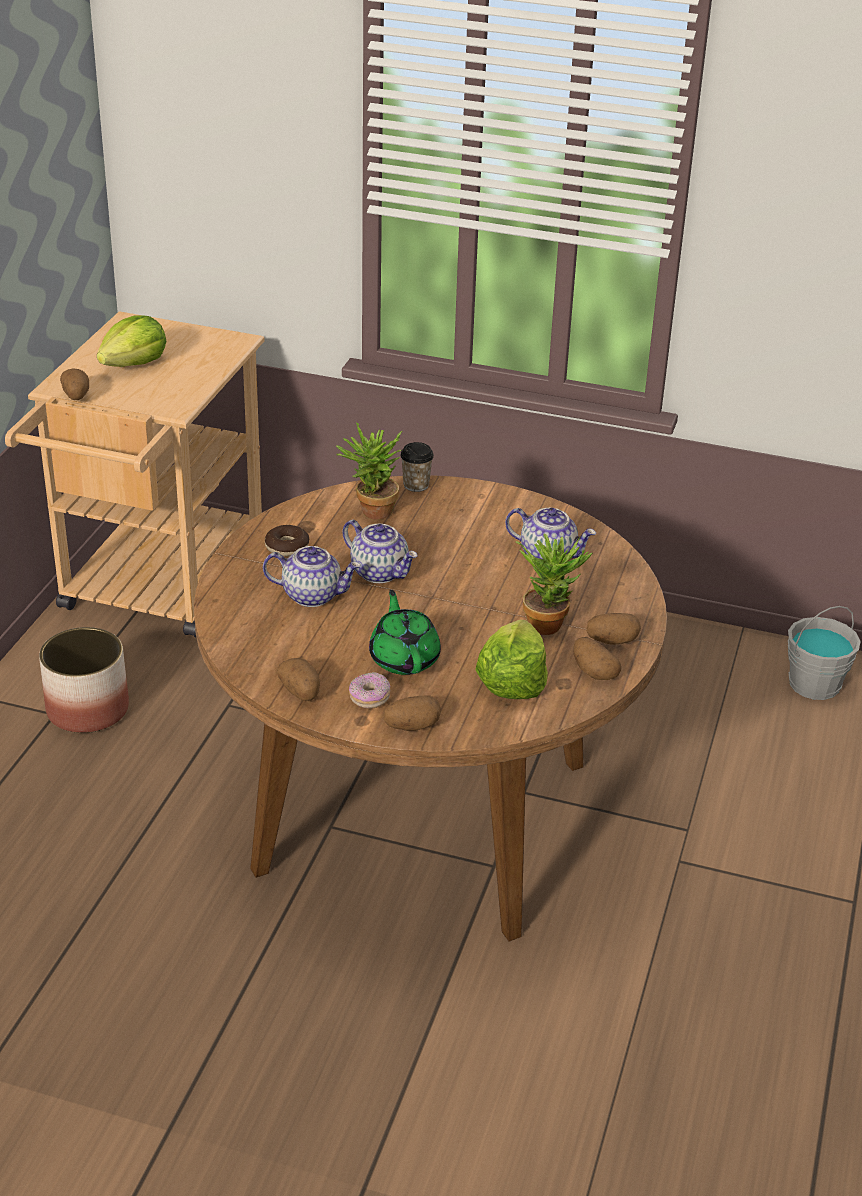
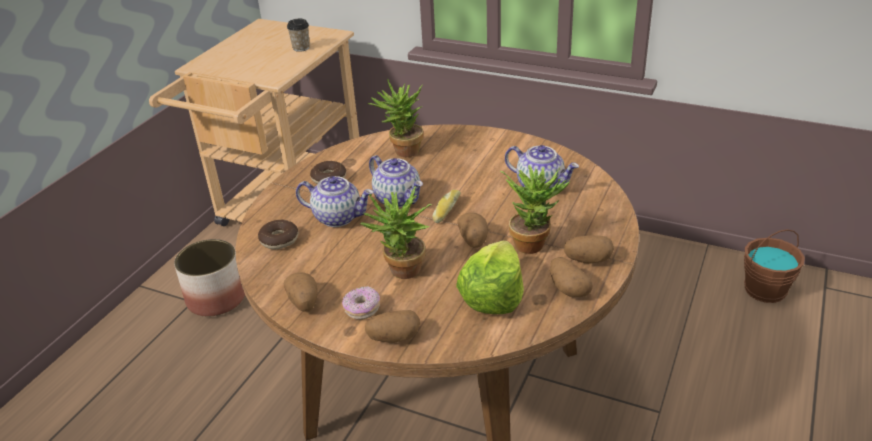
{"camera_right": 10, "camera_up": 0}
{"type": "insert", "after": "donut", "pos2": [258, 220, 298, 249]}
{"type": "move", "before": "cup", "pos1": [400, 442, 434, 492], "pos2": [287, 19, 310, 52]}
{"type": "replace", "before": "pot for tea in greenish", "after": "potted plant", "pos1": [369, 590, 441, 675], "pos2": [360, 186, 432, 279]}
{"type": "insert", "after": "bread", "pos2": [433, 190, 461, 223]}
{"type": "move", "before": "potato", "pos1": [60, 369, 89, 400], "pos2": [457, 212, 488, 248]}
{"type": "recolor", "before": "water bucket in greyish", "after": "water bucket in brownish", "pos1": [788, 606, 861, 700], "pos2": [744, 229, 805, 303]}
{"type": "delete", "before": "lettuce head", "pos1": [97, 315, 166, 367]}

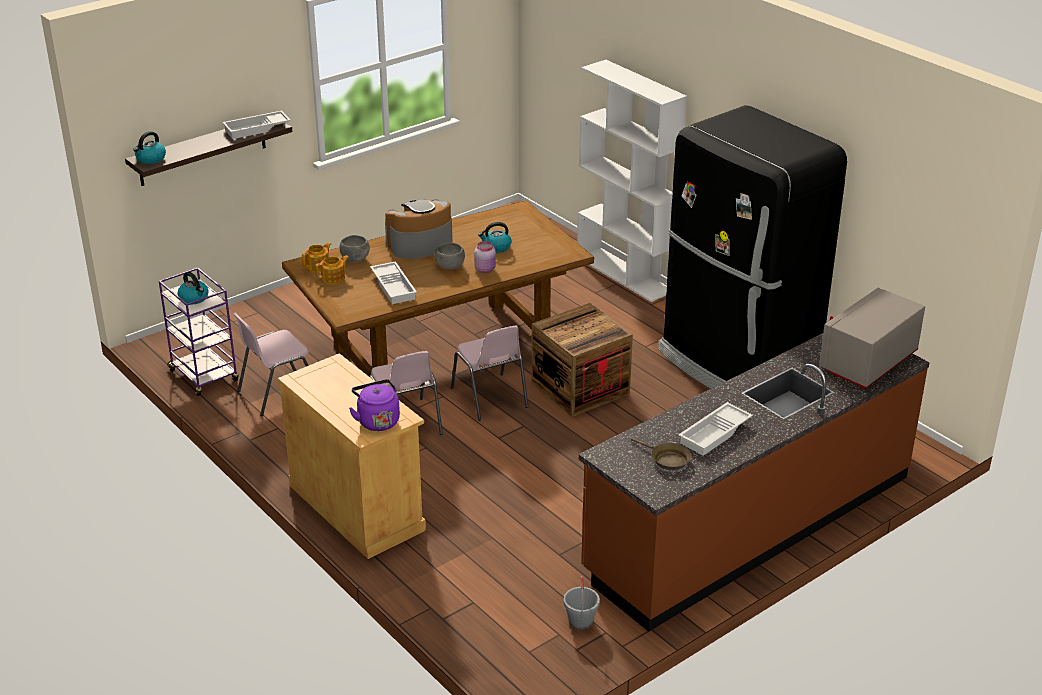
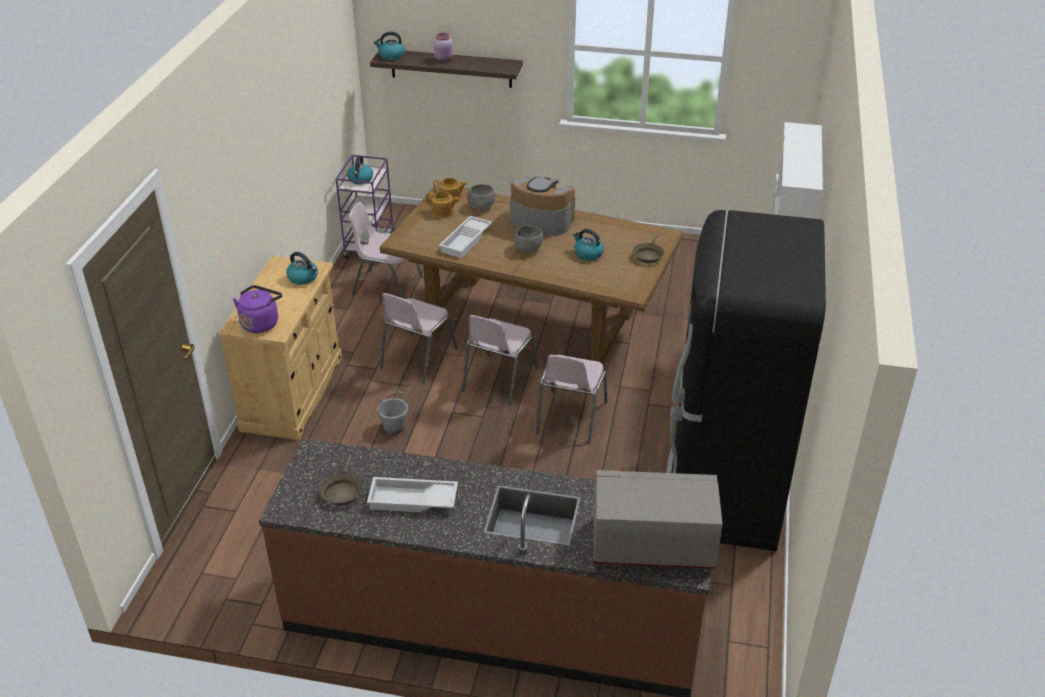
{"camera_right": 50, "camera_up": 5}
{"type": "insert", "after": "kettle", "pos2": [286, 252, 318, 285]}
{"type": "move", "before": "water bucket in greyish", "pos1": [563, 576, 600, 630], "pos2": [377, 391, 408, 434]}
{"type": "move", "before": "storage jar in pink-coloured", "pos1": [474, 241, 496, 273], "pos2": [434, 33, 453, 62]}
{"type": "replace", "before": "crate", "after": "upright chair in pink-coloured", "pos1": [531, 303, 633, 417], "pos2": [536, 355, 607, 444]}
{"type": "insert", "after": "pan in brownish", "pos2": [633, 234, 664, 263]}
{"type": "delete", "before": "tray in white-coloured", "pos1": [223, 111, 291, 139]}

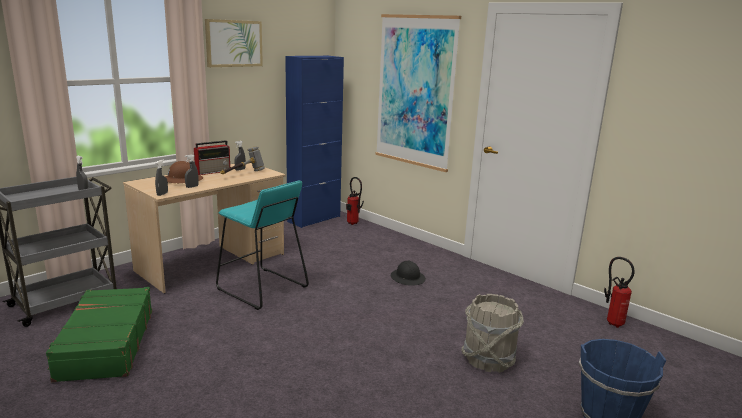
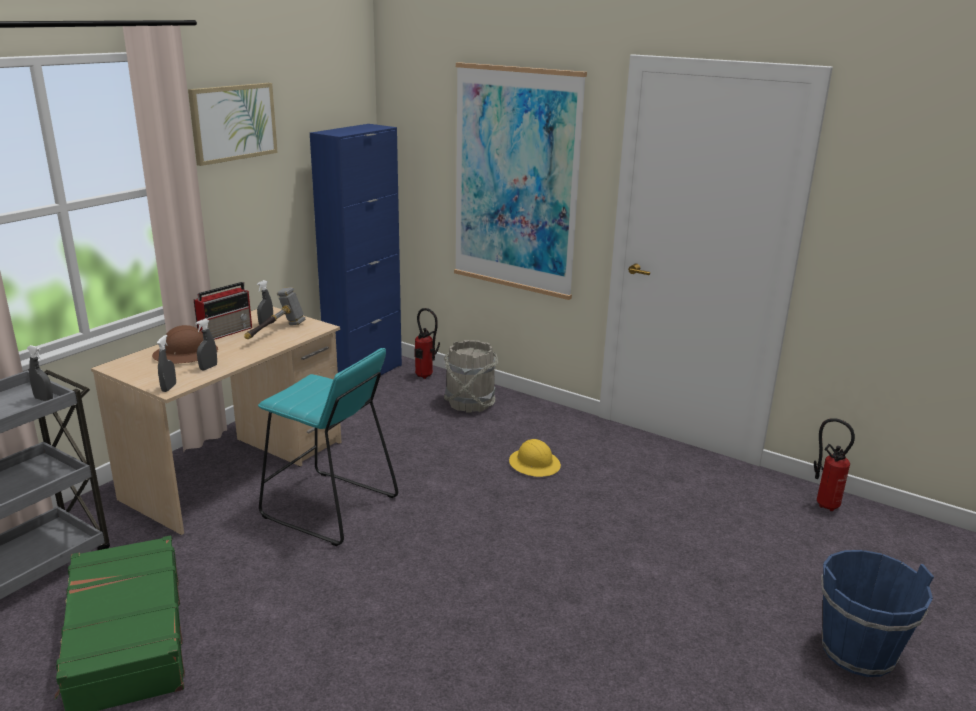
{"camera_right": -10, "camera_up": 5}
{"type": "move", "before": "water bucket in greyish", "pos1": [461, 294, 524, 373], "pos2": [444, 340, 498, 412]}
{"type": "recolor", "before": "work helmet in black-coloured", "after": "work helmet in yellowish", "pos1": [391, 261, 426, 286], "pos2": [509, 439, 561, 477]}

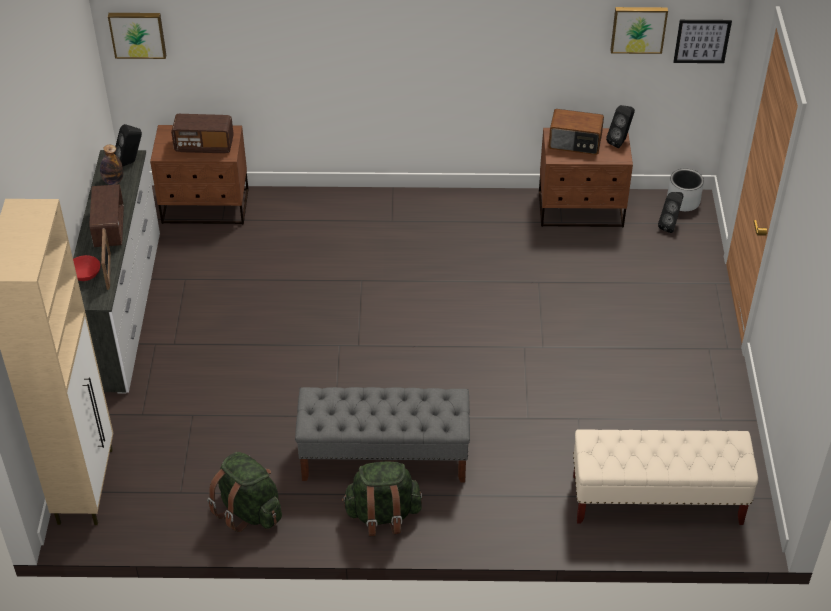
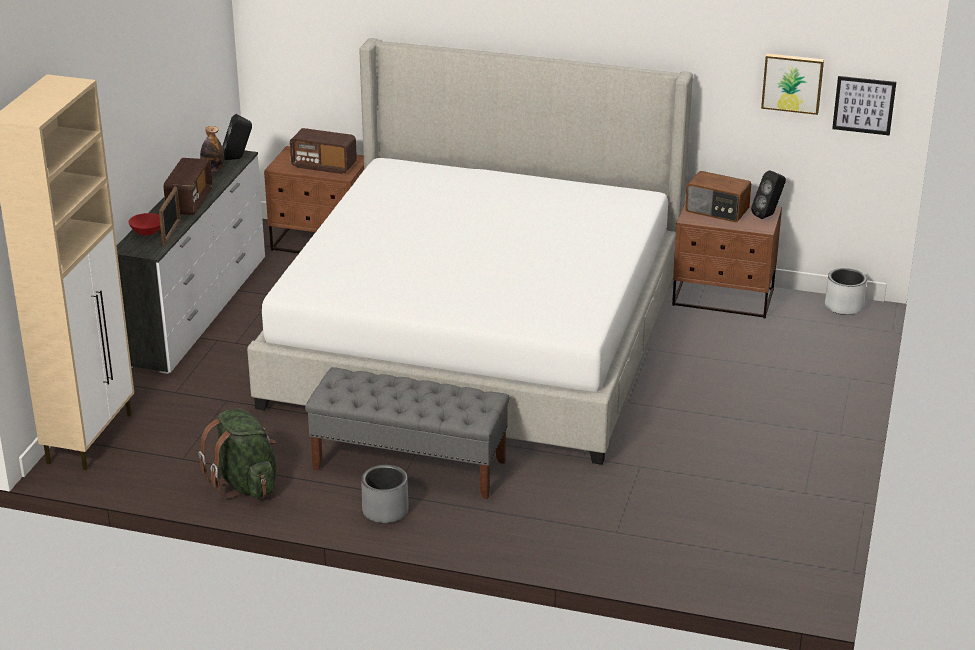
{"camera_right": 15, "camera_up": -15}
{"type": "insert", "after": "sleeping bed", "pos2": [247, 38, 693, 465]}
{"type": "replace", "before": "rucksack in greenish", "after": "plant pot in greyish", "pos1": [342, 462, 422, 536], "pos2": [361, 465, 409, 523]}
{"type": "delete", "before": "wall picture", "pos1": [108, 13, 166, 59]}
{"type": "delete", "before": "long seat in sand-coloured", "pos1": [573, 429, 758, 525]}
{"type": "delete", "before": "loudspeaker in black-coloured", "pos1": [658, 192, 683, 233]}

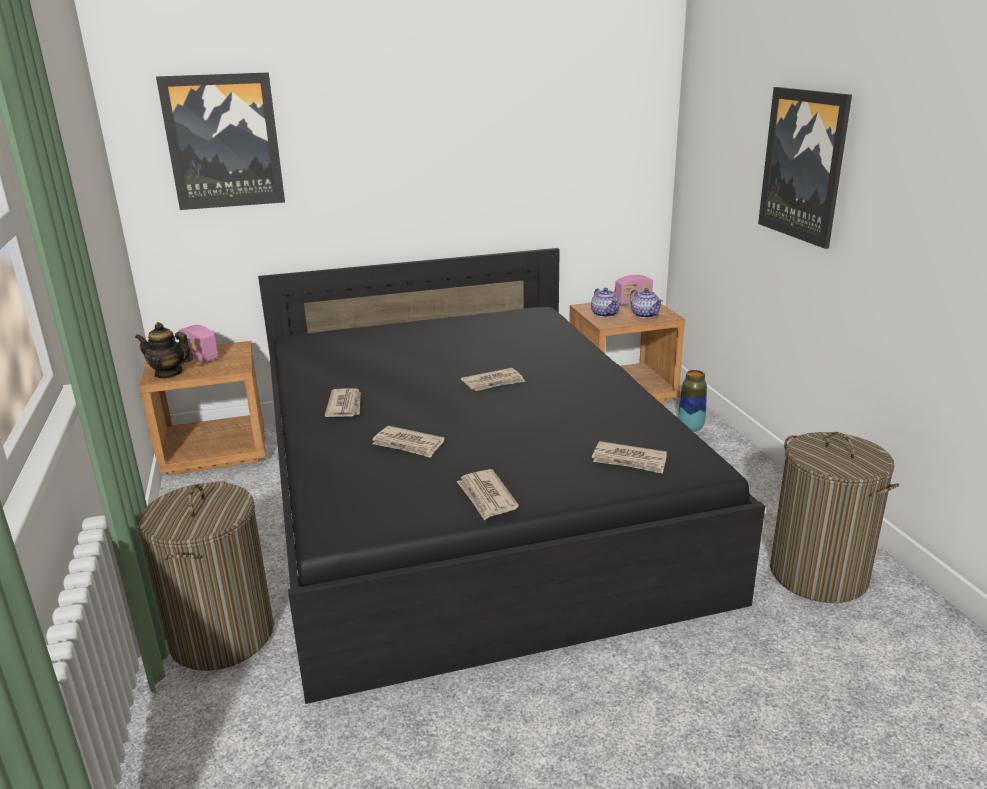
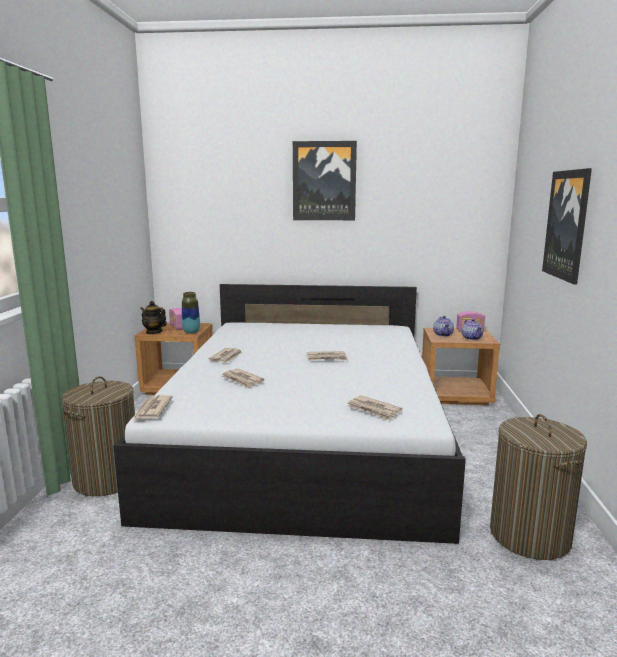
{"camera_right": 20, "camera_up": -10}
{"type": "recolor", "before": "sleeping bed in black-coloured", "after": "sleeping bed in white-coloured", "pos1": [258, 248, 765, 704], "pos2": [113, 284, 466, 544]}
{"type": "move", "before": "newspaper", "pos1": [457, 469, 519, 520], "pos2": [133, 395, 173, 421]}
{"type": "move", "before": "vase", "pos1": [678, 370, 707, 432], "pos2": [182, 292, 200, 334]}
{"type": "move", "before": "wall picture", "pos1": [156, 72, 285, 210], "pos2": [293, 141, 357, 220]}

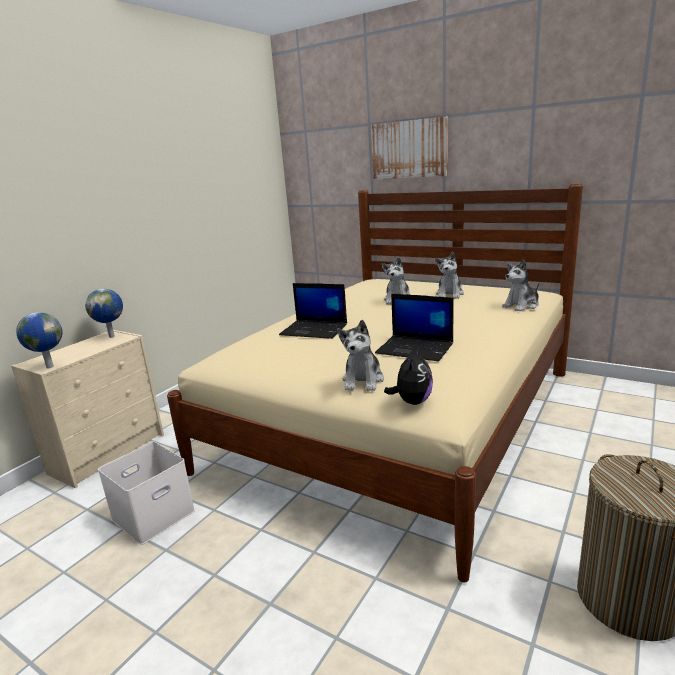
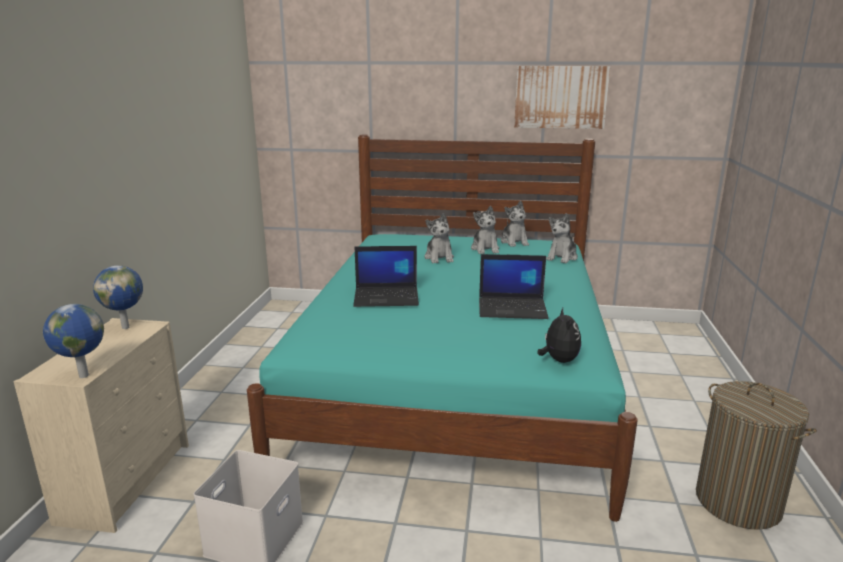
{"camera_right": -25, "camera_up": 0}
{"type": "recolor", "before": "sleeping bed in sand-coloured", "after": "sleeping bed in turquoise-coloured", "pos1": [167, 183, 583, 583], "pos2": [247, 135, 638, 522]}
{"type": "move", "before": "plush toy", "pos1": [337, 320, 384, 391], "pos2": [501, 201, 529, 247]}
{"type": "move", "before": "wall picture", "pos1": [371, 117, 448, 179], "pos2": [514, 66, 610, 129]}

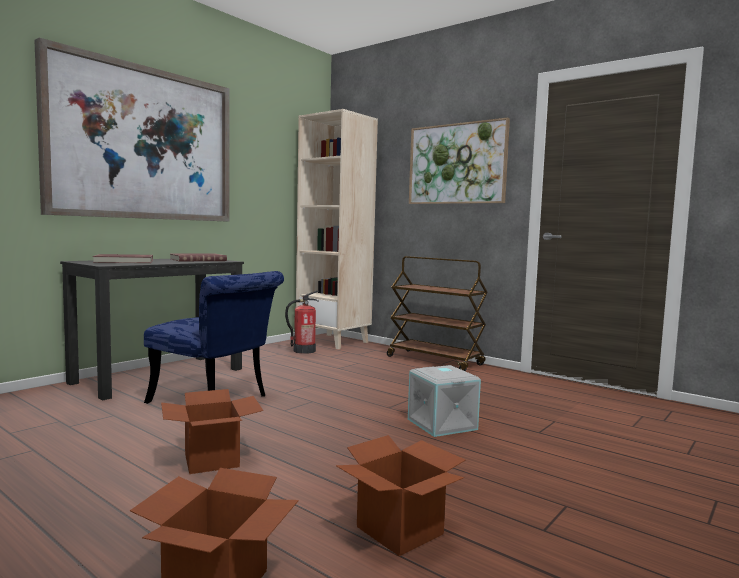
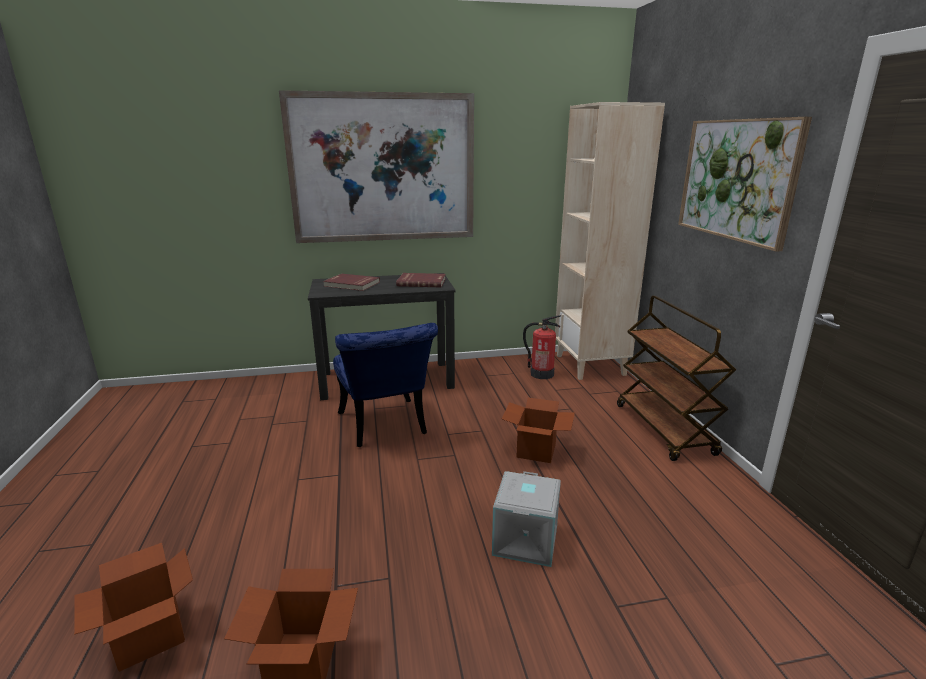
{"camera_right": 40, "camera_up": 15}
{"type": "move", "before": "packing box", "pos1": [161, 389, 263, 474], "pos2": [502, 397, 575, 463]}

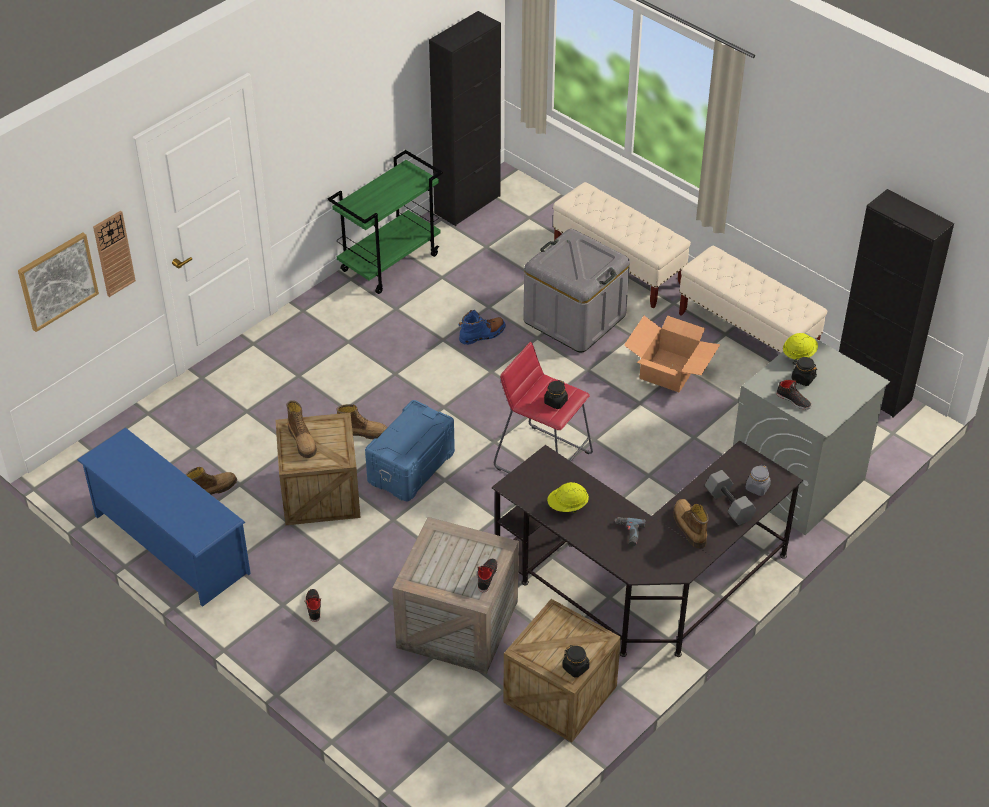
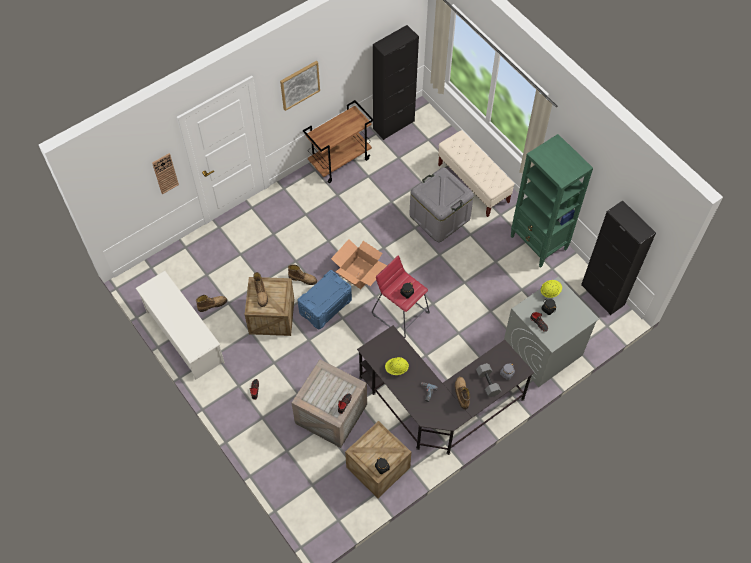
{"camera_right": 10, "camera_up": 15}
{"type": "recolor", "before": "shoe rack in bluish", "after": "shoe rack in white-coloured", "pos1": [77, 427, 251, 607], "pos2": [135, 271, 225, 380]}
{"type": "move", "before": "wall picture", "pos1": [18, 232, 99, 332], "pos2": [280, 61, 320, 111]}
{"type": "recolor", "before": "wheeled cart in greenish", "after": "wheeled cart in brownish", "pos1": [328, 150, 443, 294], "pos2": [303, 100, 374, 183]}
{"type": "move", "before": "packing box", "pos1": [624, 315, 720, 393], "pos2": [331, 239, 387, 289]}
{"type": "replace", "before": "long seat in sand-coloured", "after": "bookshelf in greenish", "pos1": [679, 246, 827, 353], "pos2": [511, 134, 593, 268]}
{"type": "delete", "before": "high-top boot in bluish", "pos1": [458, 310, 506, 345]}

